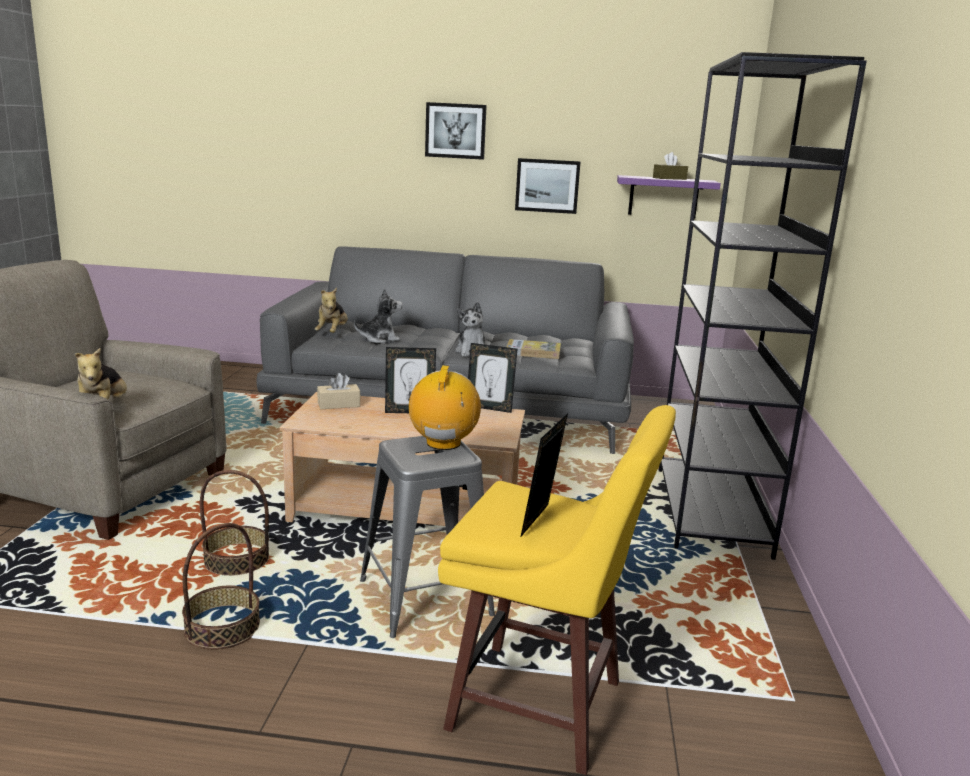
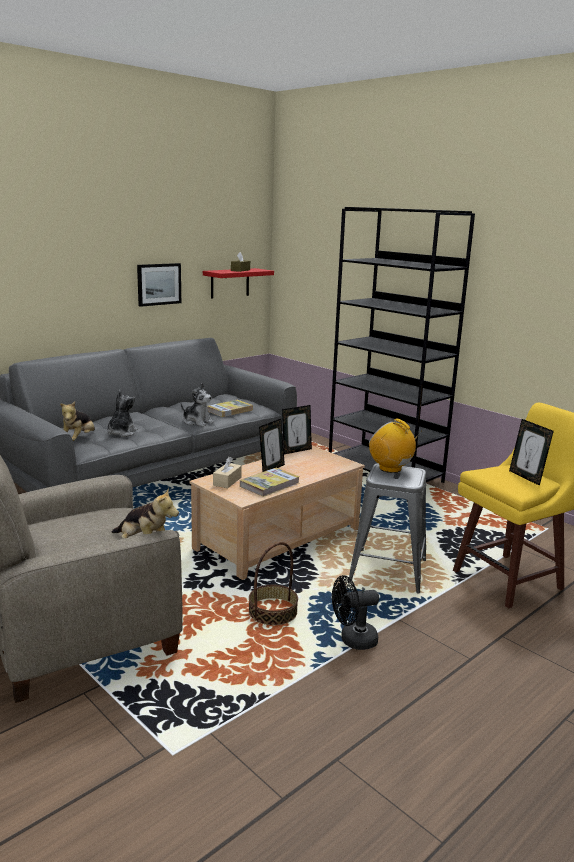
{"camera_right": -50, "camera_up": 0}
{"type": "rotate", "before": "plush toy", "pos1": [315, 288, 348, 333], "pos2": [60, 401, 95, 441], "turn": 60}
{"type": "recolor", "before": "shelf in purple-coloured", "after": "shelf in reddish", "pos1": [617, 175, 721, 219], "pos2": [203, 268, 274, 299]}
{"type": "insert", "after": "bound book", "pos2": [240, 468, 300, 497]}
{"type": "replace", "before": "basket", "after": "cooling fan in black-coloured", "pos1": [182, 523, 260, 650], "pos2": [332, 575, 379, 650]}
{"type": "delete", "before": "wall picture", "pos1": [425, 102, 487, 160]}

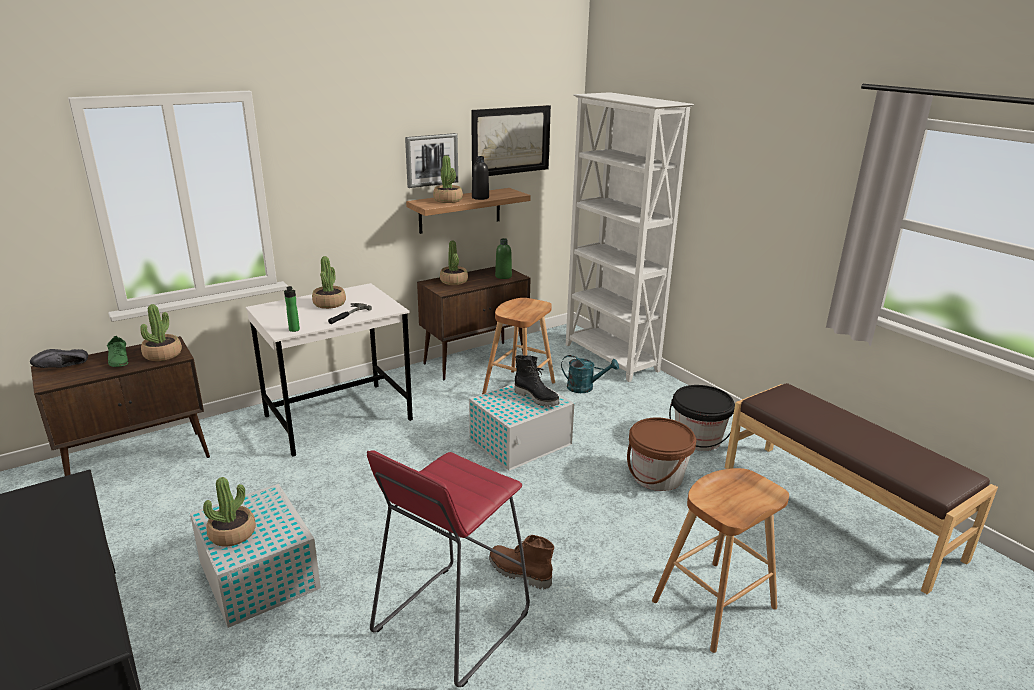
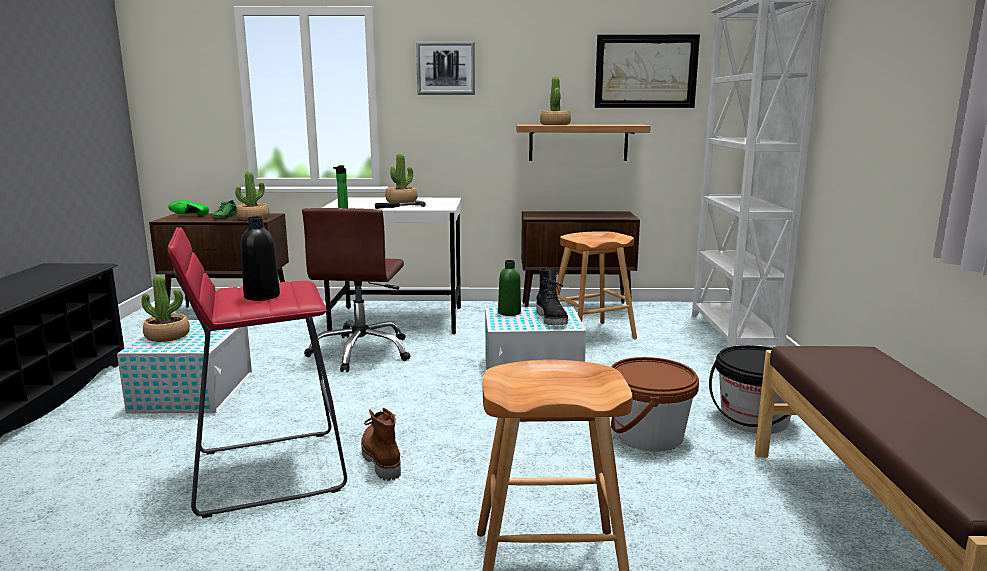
{"camera_right": 35, "camera_up": -10}
{"type": "recolor", "before": "shoe in black-coloured", "after": "shoe in greenish", "pos1": [30, 349, 88, 368], "pos2": [168, 200, 209, 215]}
{"type": "move", "before": "beverage bottle in black-coloured", "pos1": [472, 156, 489, 200], "pos2": [241, 216, 280, 301]}
{"type": "insert", "after": "computer chair in brownish", "pos2": [302, 208, 410, 372]}
{"type": "move", "before": "wall picture", "pos1": [405, 133, 458, 188], "pos2": [416, 42, 475, 95]}
{"type": "move", "before": "beverage bottle in greenish", "pos1": [495, 238, 512, 279], "pos2": [498, 260, 521, 316]}
{"type": "delete", "before": "potted plant", "pos1": [440, 240, 468, 285]}
{"type": "delete", "before": "watering can in turquoise-coloured", "pos1": [561, 355, 619, 393]}

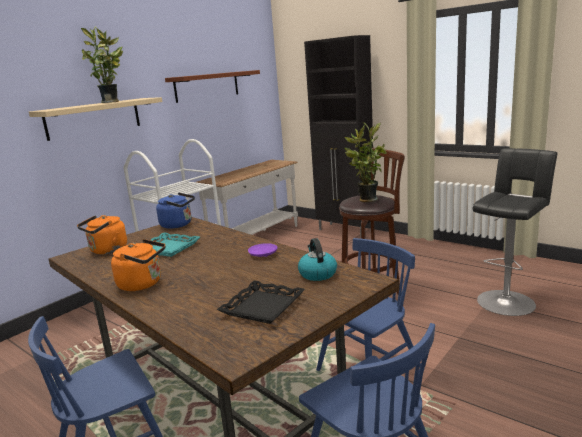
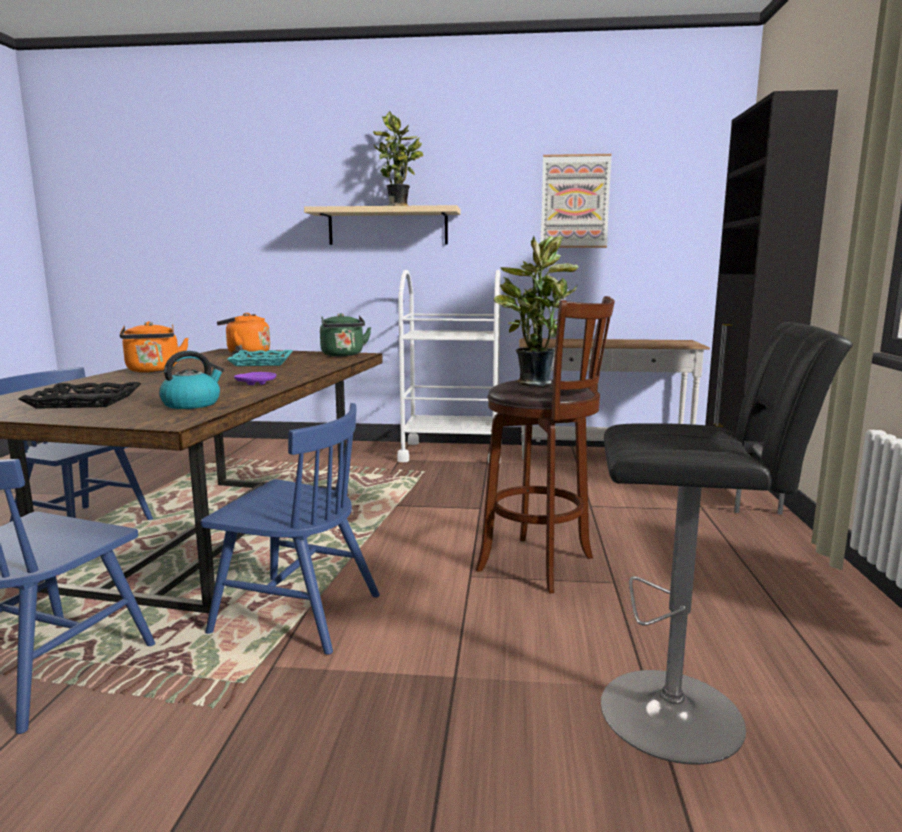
{"camera_right": 55, "camera_up": -5}
{"type": "recolor", "before": "kettle in bluish", "after": "kettle in greenish", "pos1": [156, 193, 195, 229], "pos2": [320, 313, 371, 356]}
{"type": "replace", "before": "shelf in brownish", "after": "wall picture", "pos1": [165, 70, 260, 103], "pos2": [540, 154, 612, 248]}

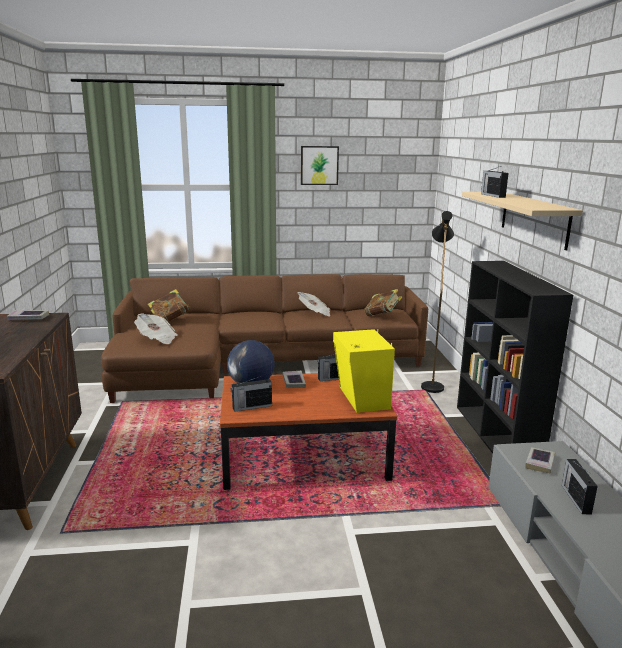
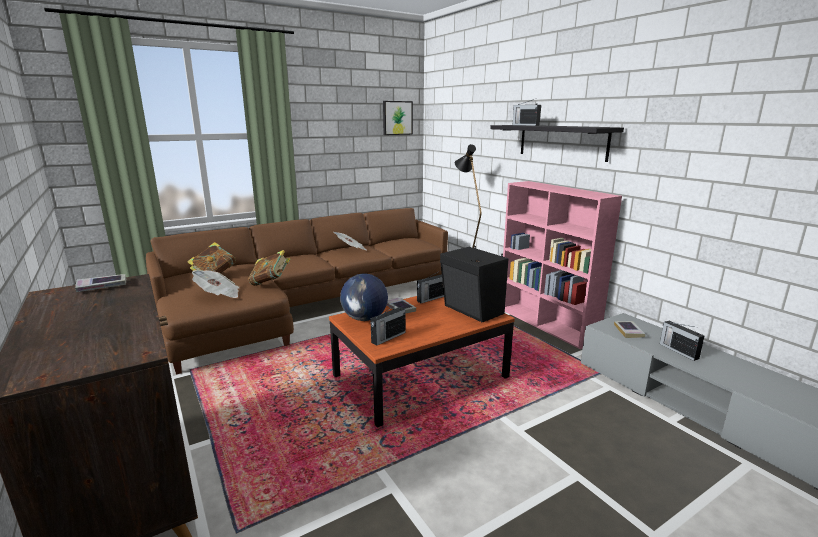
{"camera_right": -25, "camera_up": 0}
{"type": "move", "before": "bound book", "pos1": [364, 289, 402, 317], "pos2": [248, 250, 291, 286]}
{"type": "move", "before": "wall picture", "pos1": [301, 146, 339, 185], "pos2": [383, 101, 413, 135]}
{"type": "recolor", "before": "loudspeaker in yellowish", "after": "loudspeaker in black-coloured", "pos1": [333, 329, 395, 413], "pos2": [440, 246, 509, 322]}
{"type": "recolor", "before": "shelf in sand-coloured", "after": "shelf in black-coloured", "pos1": [462, 192, 583, 250], "pos2": [490, 125, 624, 162]}
{"type": "recolor", "before": "bookshelf in black-coloured", "after": "bookshelf in pink-coloured", "pos1": [457, 261, 573, 454], "pos2": [503, 181, 622, 349]}

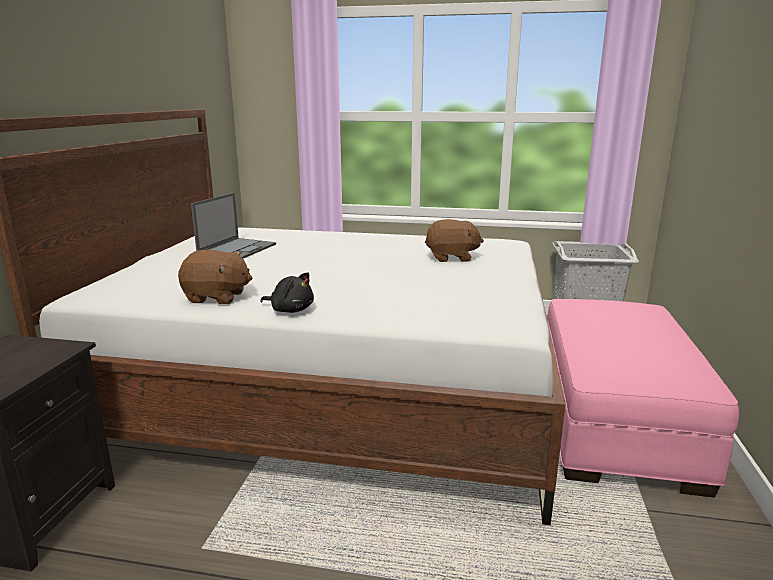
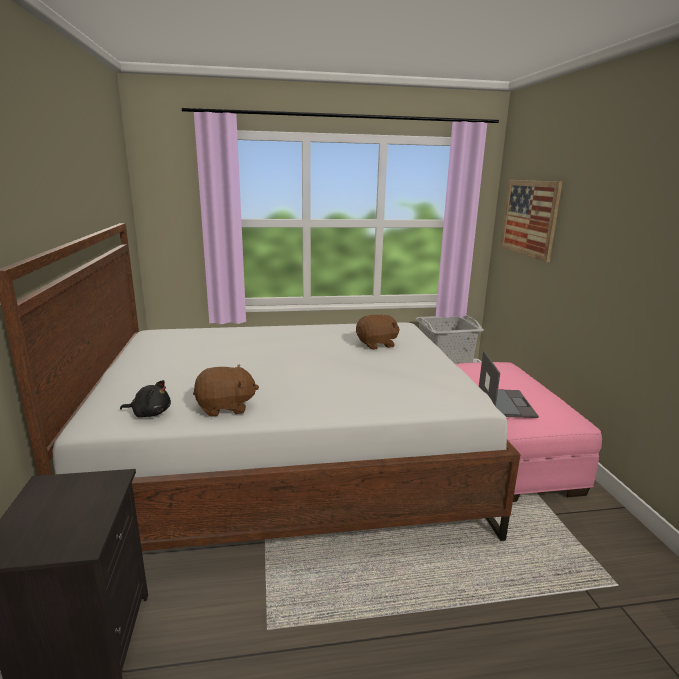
{"camera_right": -20, "camera_up": 0}
{"type": "move", "before": "plush toy in black-coloured", "pos1": [260, 272, 314, 313], "pos2": [120, 380, 171, 417]}
{"type": "move", "before": "laptop", "pos1": [191, 193, 276, 259], "pos2": [479, 351, 539, 418]}
{"type": "insert", "after": "wall picture", "pos2": [500, 180, 563, 262]}

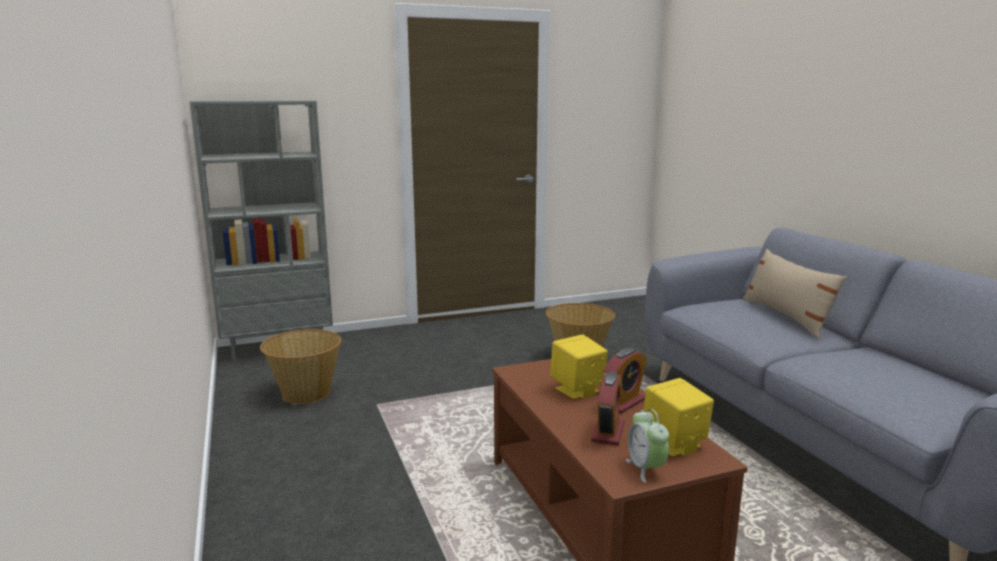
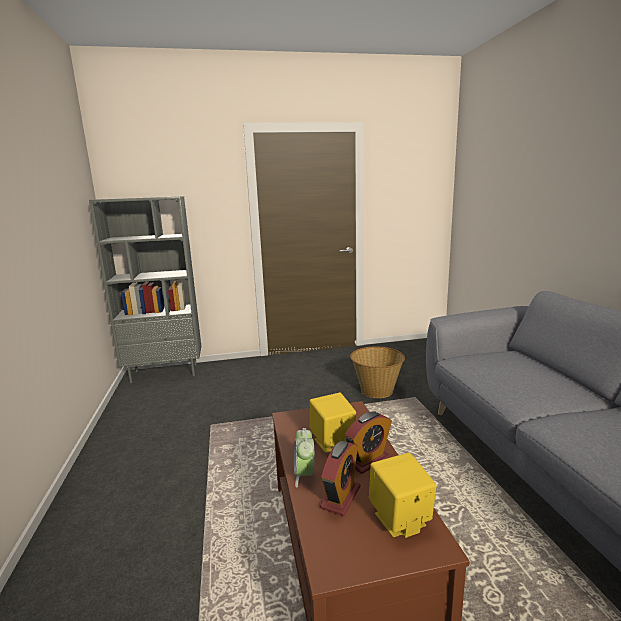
{"camera_right": 10, "camera_up": 0}
{"type": "move", "before": "bedside clock", "pos1": [626, 409, 669, 483], "pos2": [294, 428, 314, 488]}
{"type": "delete", "before": "basket", "pos1": [260, 329, 341, 404]}
{"type": "delete", "before": "throw pillow in sand-coloured", "pos1": [743, 249, 847, 339]}

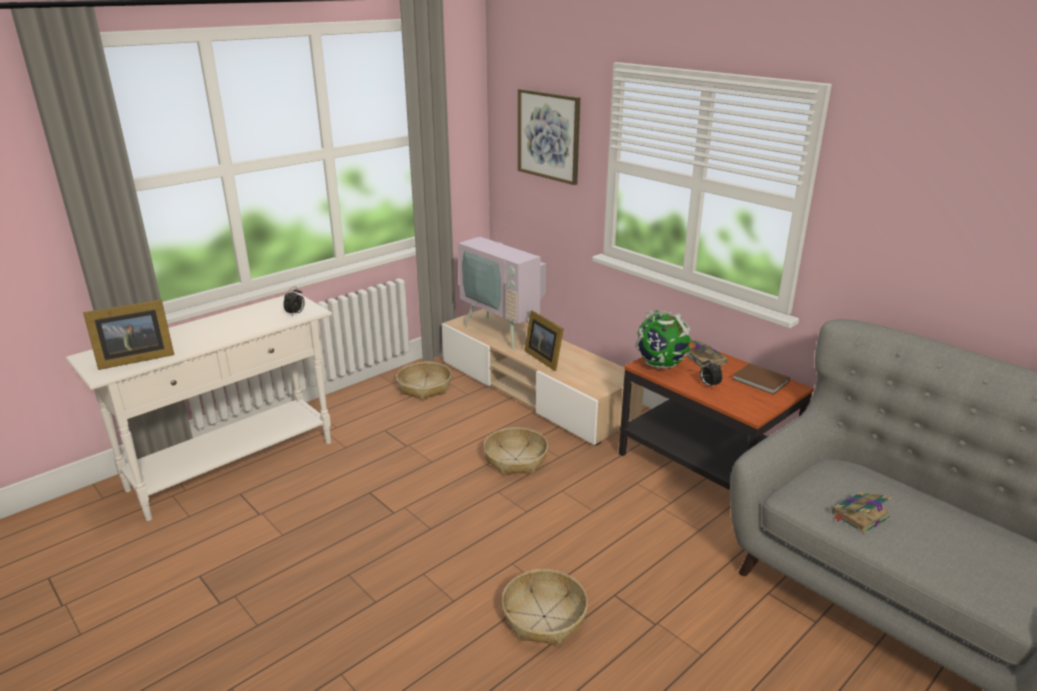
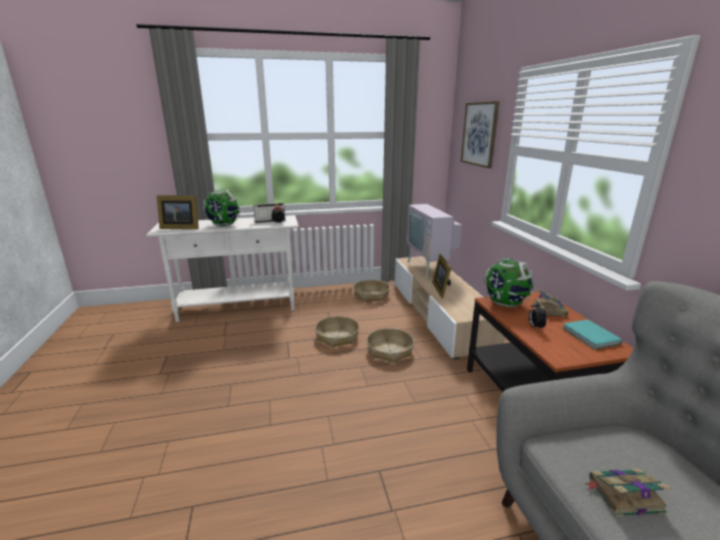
{"camera_right": 30, "camera_up": -5}
{"type": "insert", "after": "desk globe", "pos2": [203, 190, 241, 227]}
{"type": "insert", "after": "radio", "pos2": [253, 203, 285, 223]}
{"type": "move", "before": "basket", "pos1": [502, 569, 588, 646], "pos2": [315, 316, 359, 348]}
{"type": "recolor", "before": "bound book in brownish", "after": "bound book in turquoise-coloured", "pos1": [732, 363, 790, 395], "pos2": [563, 319, 622, 349]}

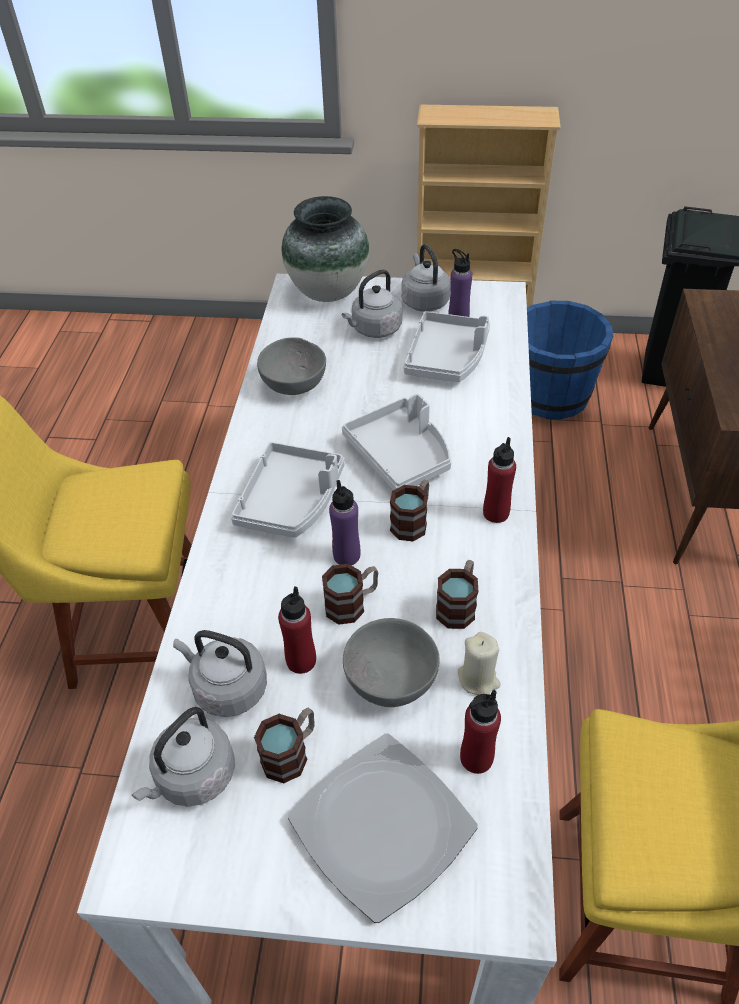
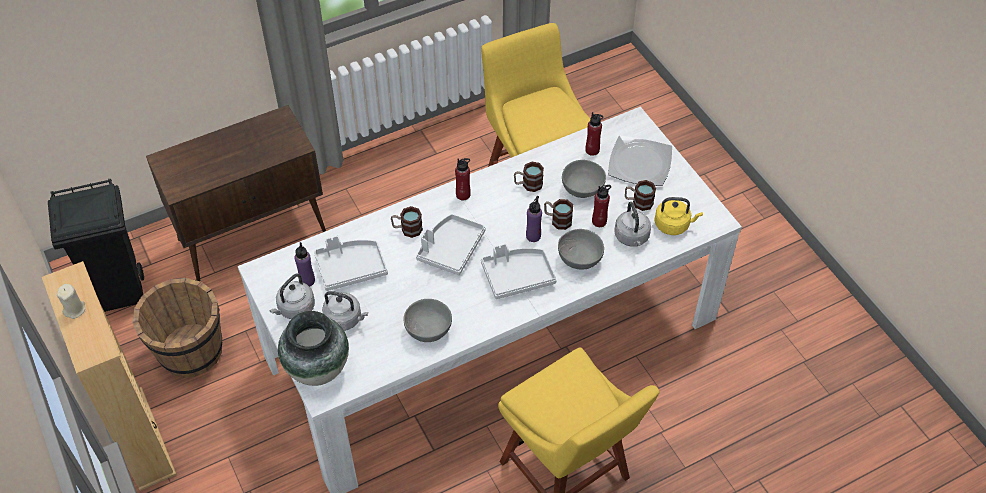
{"camera_right": -125, "camera_up": 5}
{"type": "move", "before": "wax candle in sand-coloured", "pos1": [458, 632, 501, 695], "pos2": [57, 284, 85, 319]}
{"type": "recolor", "before": "water bucket in bluish", "after": "water bucket in brownish", "pos1": [527, 301, 613, 419], "pos2": [133, 278, 222, 378]}
{"type": "move", "before": "tea mug", "pos1": [390, 480, 429, 542], "pos2": [391, 206, 423, 238]}
{"type": "insert", "after": "bowl in greyish", "pos2": [558, 229, 604, 269]}
{"type": "recolor", "before": "kettle in greyish", "after": "kettle in yellowish", "pos1": [132, 707, 235, 807], "pos2": [654, 197, 703, 235]}

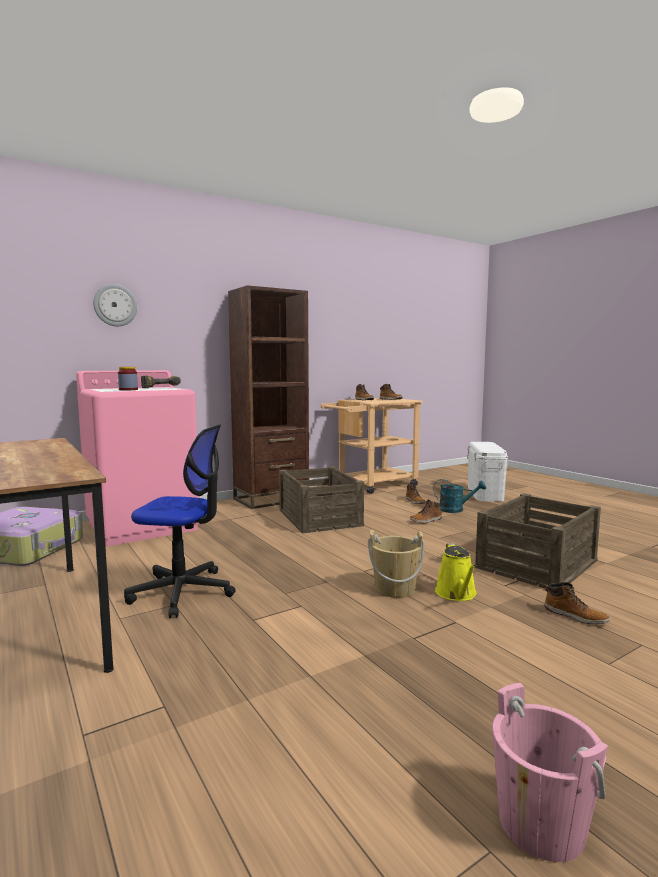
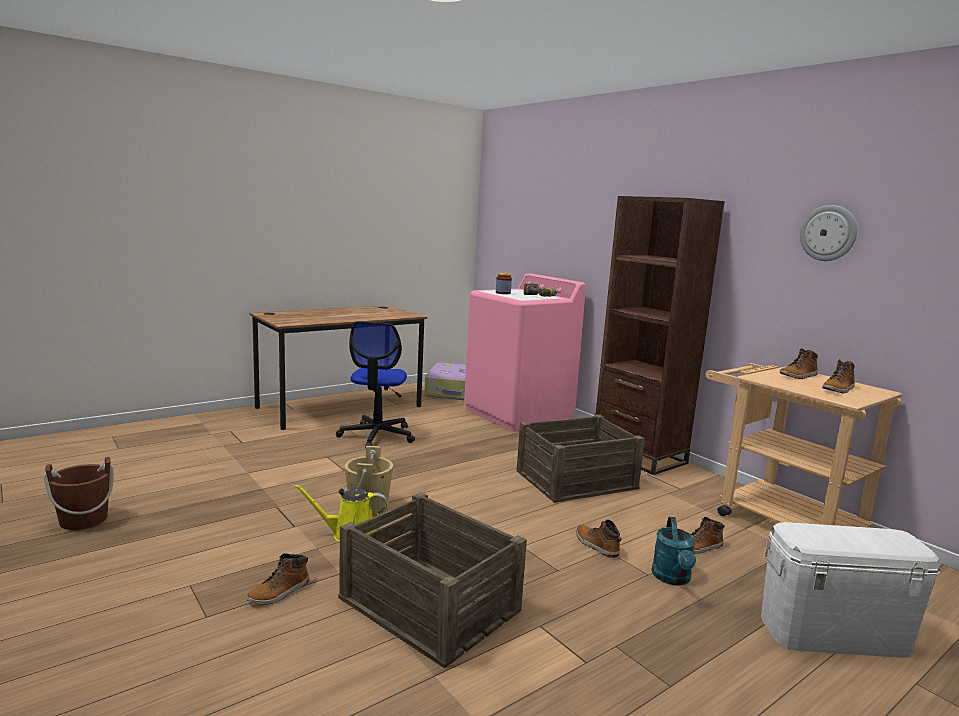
{"camera_right": 85, "camera_up": 5}
{"type": "recolor", "before": "water bucket in pink-coloured", "after": "water bucket in brownish", "pos1": [492, 683, 608, 862], "pos2": [44, 457, 114, 530]}
{"type": "move", "before": "hanging clock", "pos1": [93, 284, 137, 326], "pos2": [800, 205, 857, 261]}

